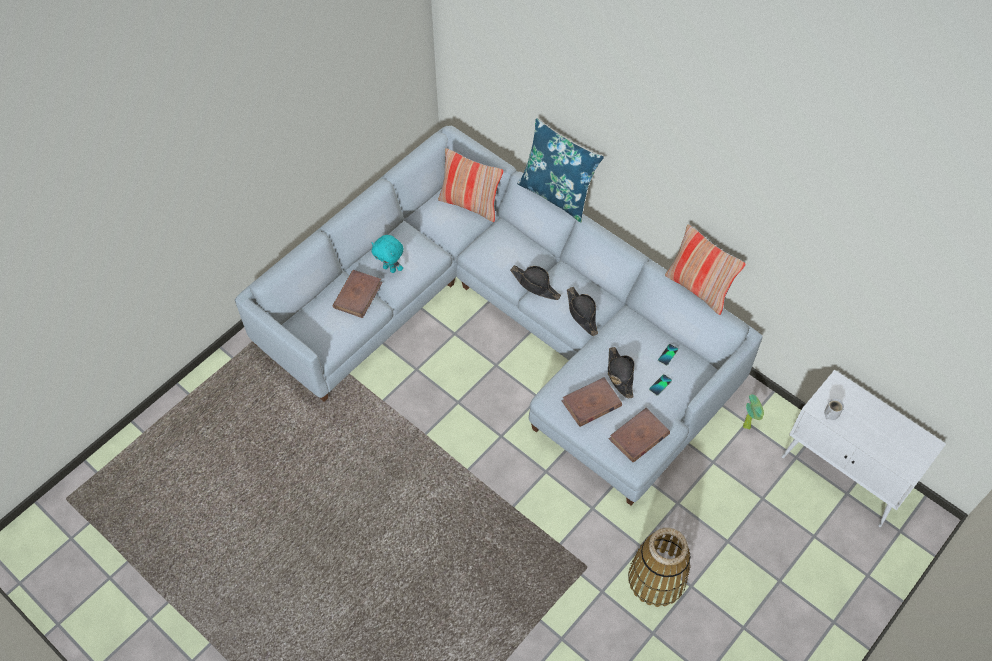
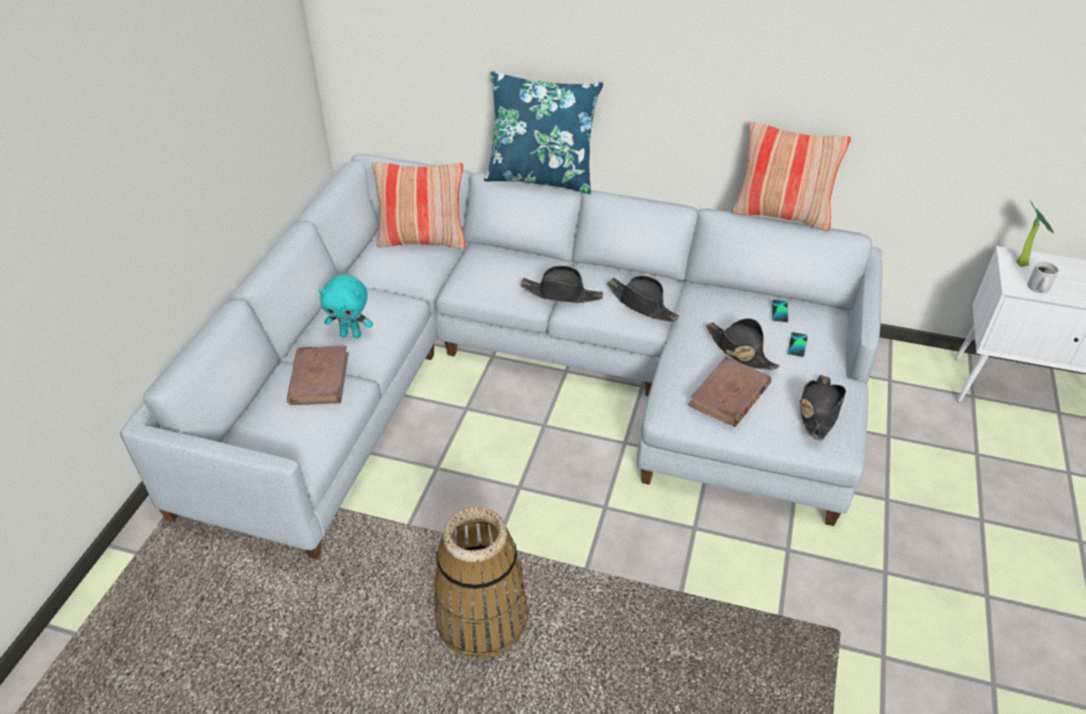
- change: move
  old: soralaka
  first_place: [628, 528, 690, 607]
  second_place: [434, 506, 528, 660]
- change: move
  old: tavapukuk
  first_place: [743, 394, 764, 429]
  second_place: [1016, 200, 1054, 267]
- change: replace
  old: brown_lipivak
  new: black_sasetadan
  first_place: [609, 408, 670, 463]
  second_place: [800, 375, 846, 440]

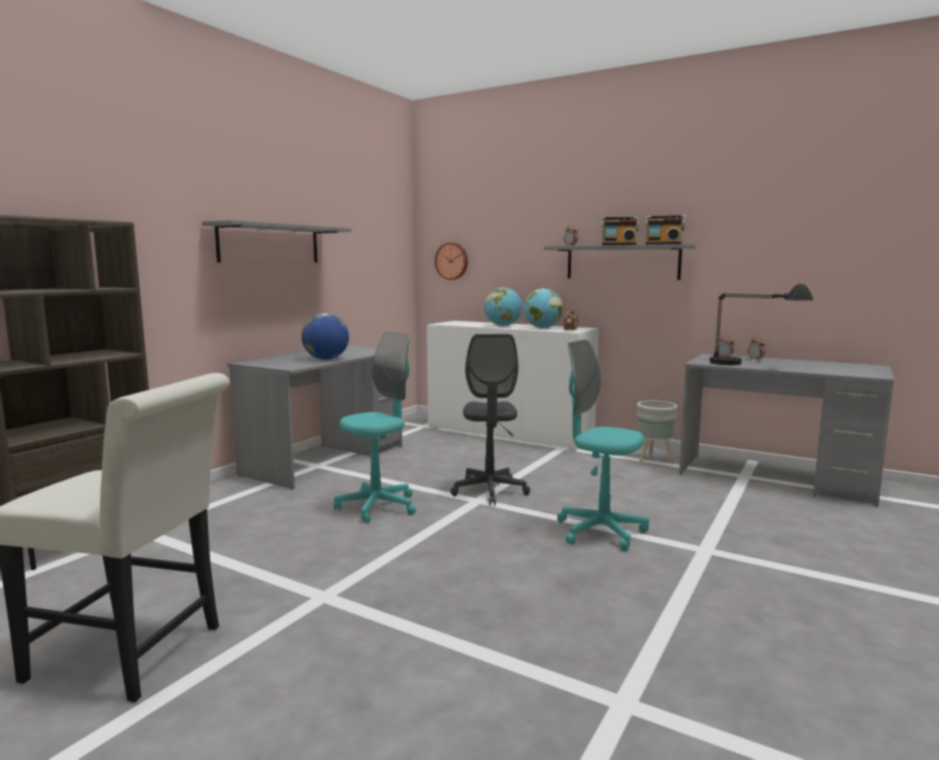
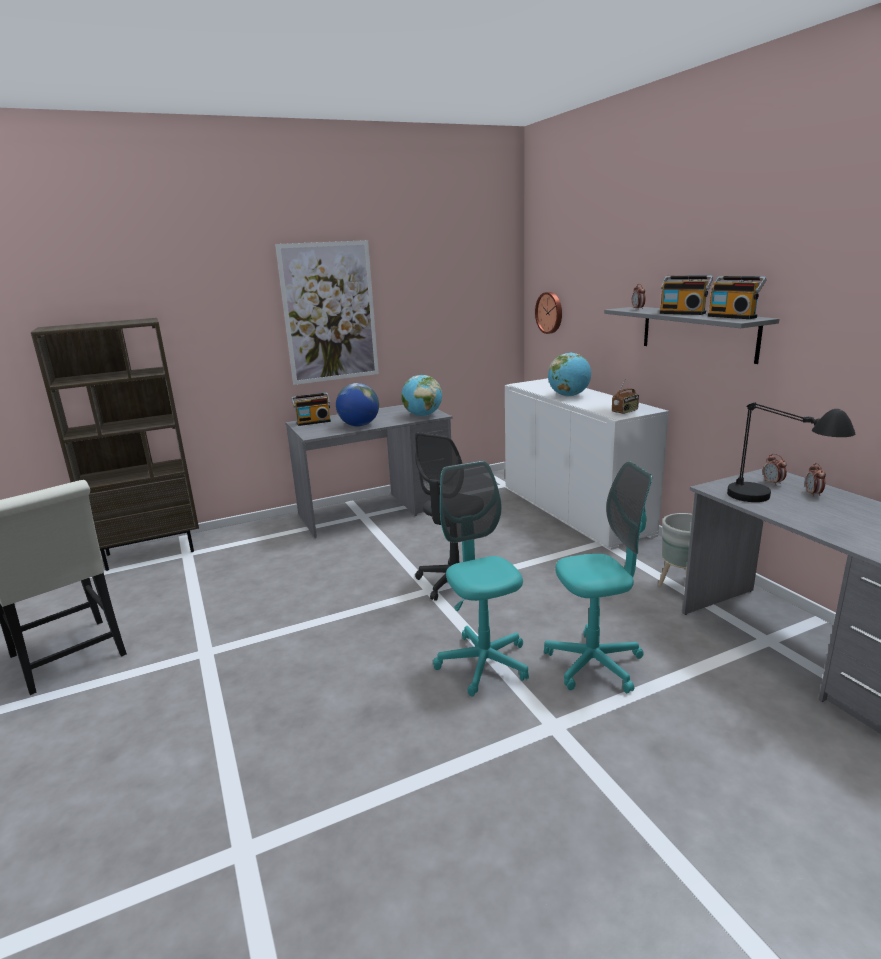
- change: insert
  new: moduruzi
  second_place: [292, 393, 331, 426]
- change: move
  old: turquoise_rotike
  first_place: [334, 332, 416, 523]
  second_place: [544, 462, 652, 693]
- change: move
  old: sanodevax
  first_place: [523, 289, 563, 329]
  second_place: [401, 375, 442, 416]
- change: replace
  old: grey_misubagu
  new: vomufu
  first_place: [202, 220, 352, 263]
  second_place: [275, 240, 379, 385]

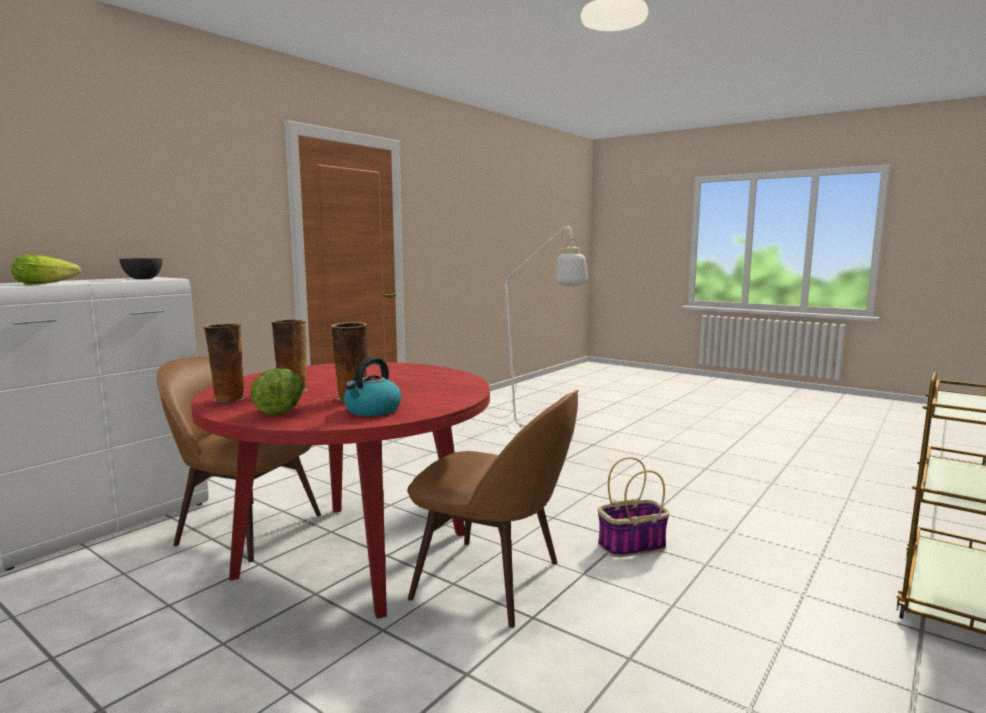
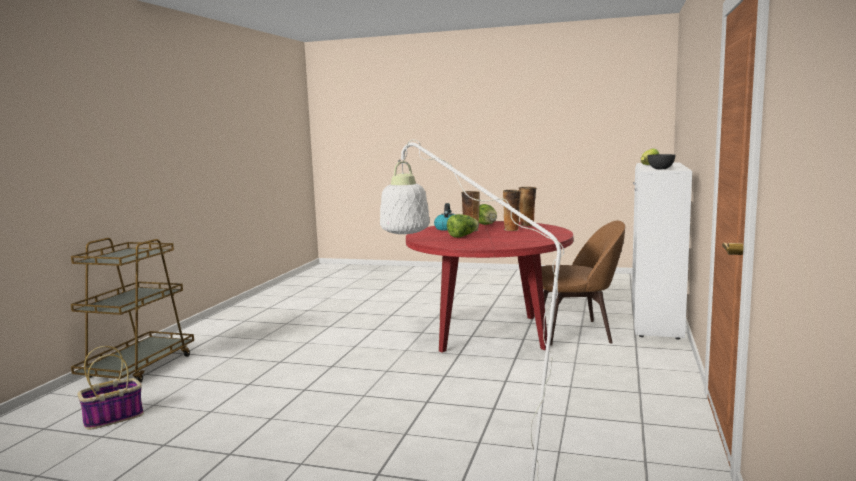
- change: delete
  old: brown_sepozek
  first_place: [407, 390, 579, 628]
- change: insert
  new: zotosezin
  second_place: [447, 214, 479, 238]
- change: move
  old: soralaka
  first_place: [598, 457, 670, 557]
  second_place: [77, 346, 144, 430]

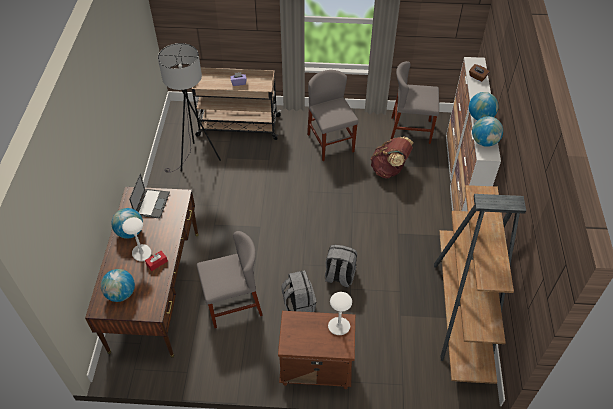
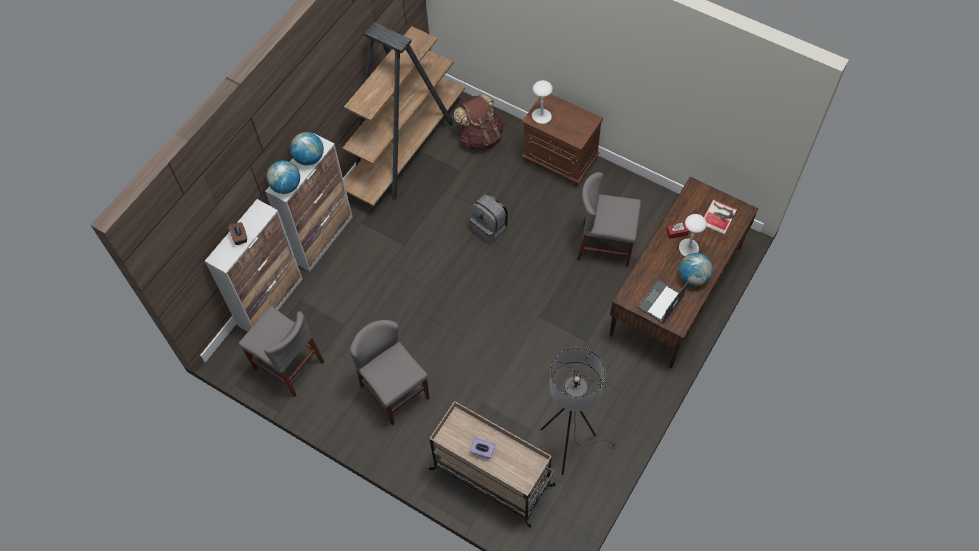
- change: delete
  old: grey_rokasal
  first_place: [281, 270, 316, 312]
- change: move
  old: brown_rokasal
  first_place: [370, 136, 414, 178]
  second_place: [454, 94, 504, 151]
- change: replace
  old: sanodevax
  new: lipivak
  first_place: [101, 269, 135, 302]
  second_place: [704, 200, 737, 234]
- change: rotate
  old: grey_sepozek
  first_place: [307, 70, 358, 161]
  second_place: [350, 320, 430, 426]
  degrees: 135

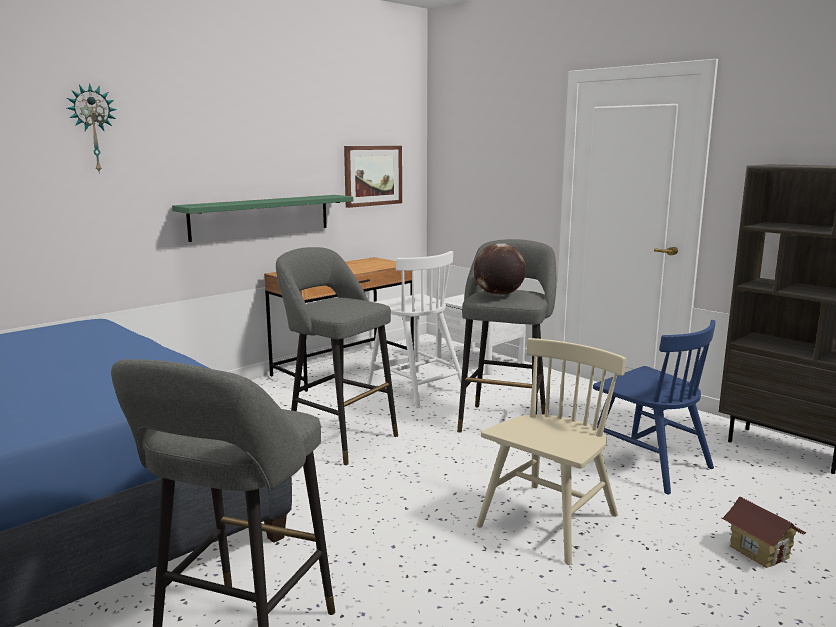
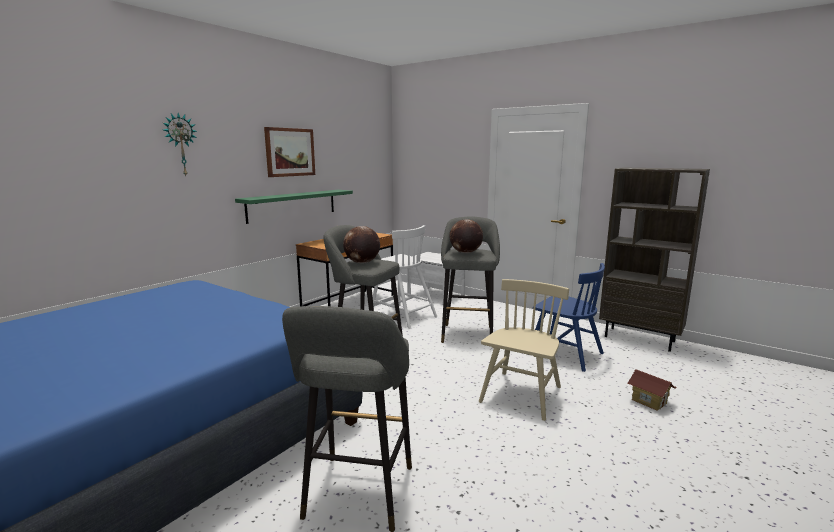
- change: insert
  new: sanodevax
  second_place: [343, 226, 380, 263]
- change: move
  old: vomufu
  first_place: [344, 146, 402, 208]
  second_place: [264, 127, 315, 177]

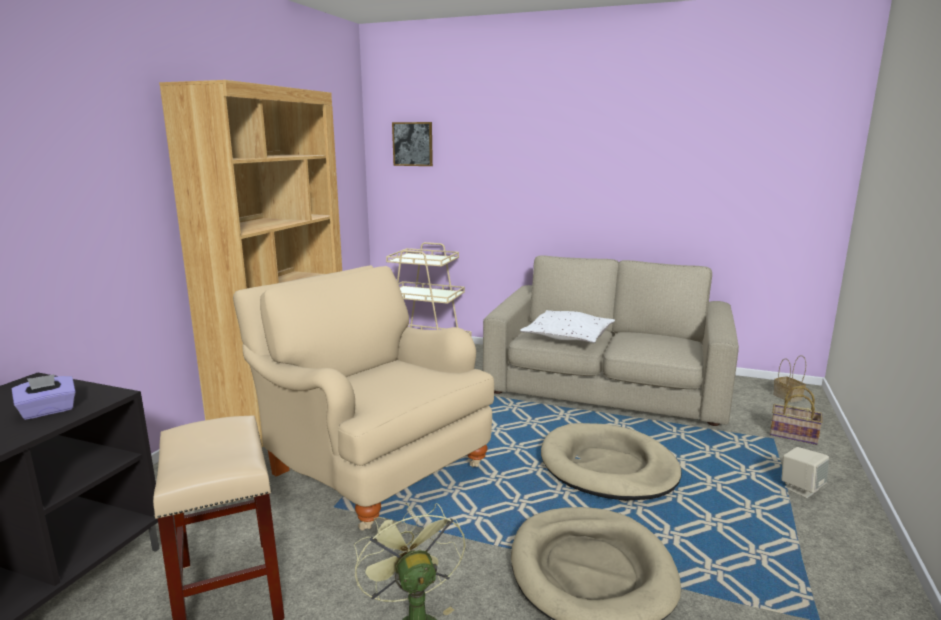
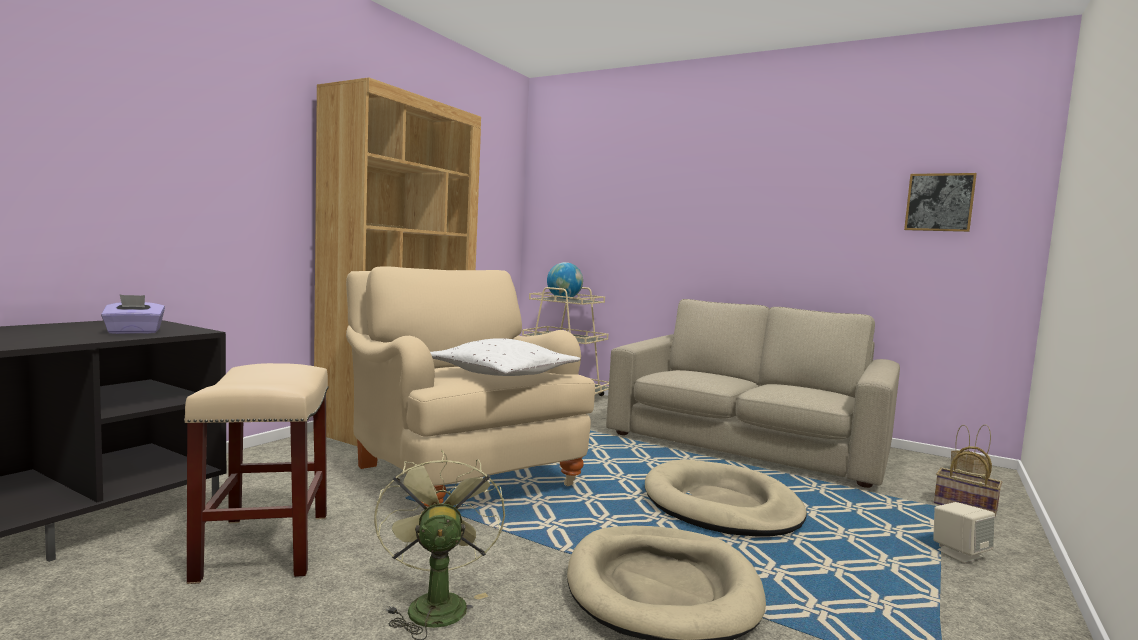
- change: insert
  new: sanodevax
  second_place: [547, 262, 583, 299]
- change: move
  old: vomufu
  first_place: [392, 122, 433, 166]
  second_place: [904, 173, 977, 232]
- change: move
  old: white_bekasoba
  first_place: [520, 310, 615, 343]
  second_place: [430, 338, 580, 376]

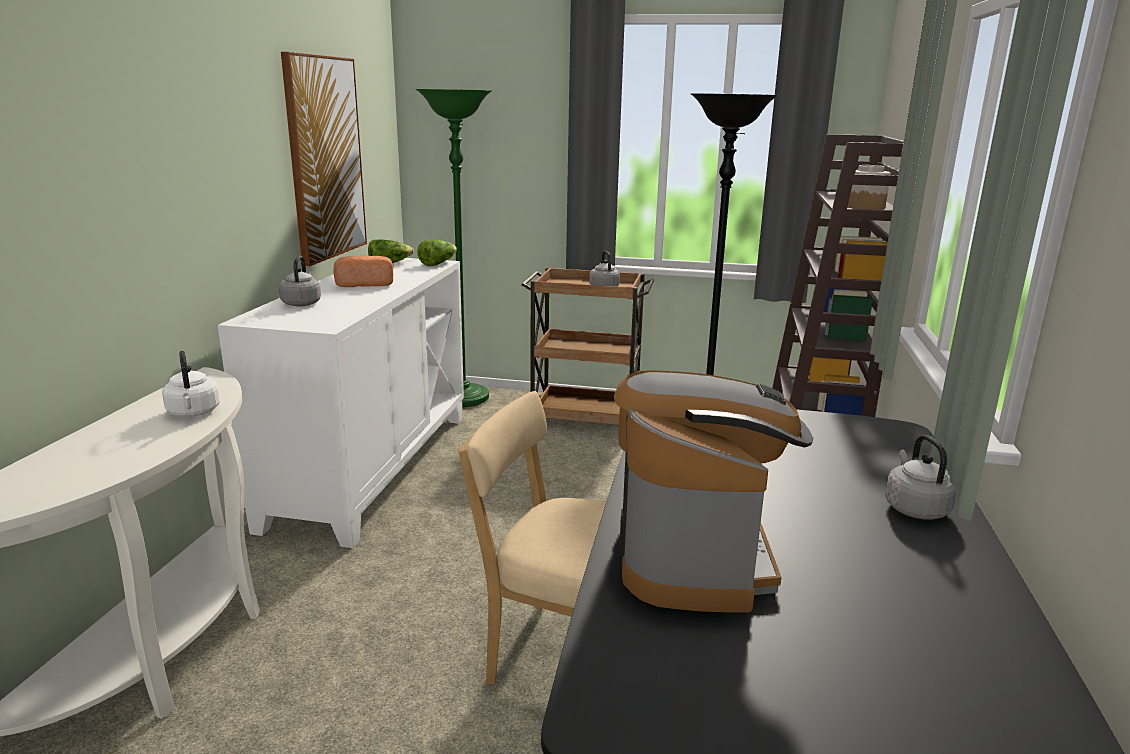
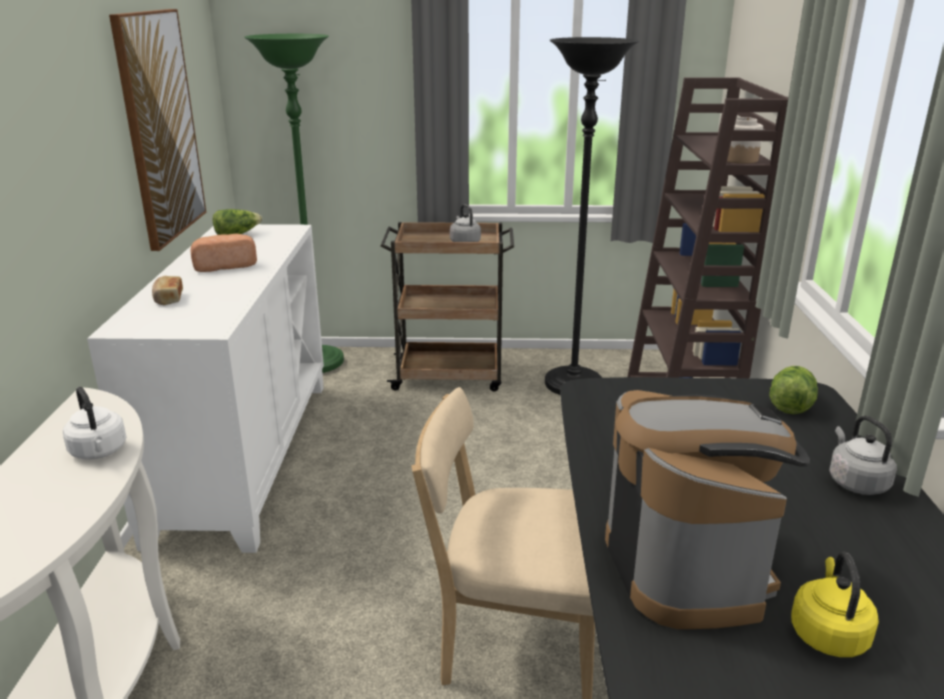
- change: insert
  new: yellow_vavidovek
  second_place: [791, 552, 879, 657]
- change: move
  old: zotosezin
  first_place: [417, 240, 457, 266]
  second_place: [769, 366, 818, 414]
- change: replace
  old: grey_vavidovek
  new: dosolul
  first_place: [279, 256, 321, 306]
  second_place: [152, 276, 183, 305]

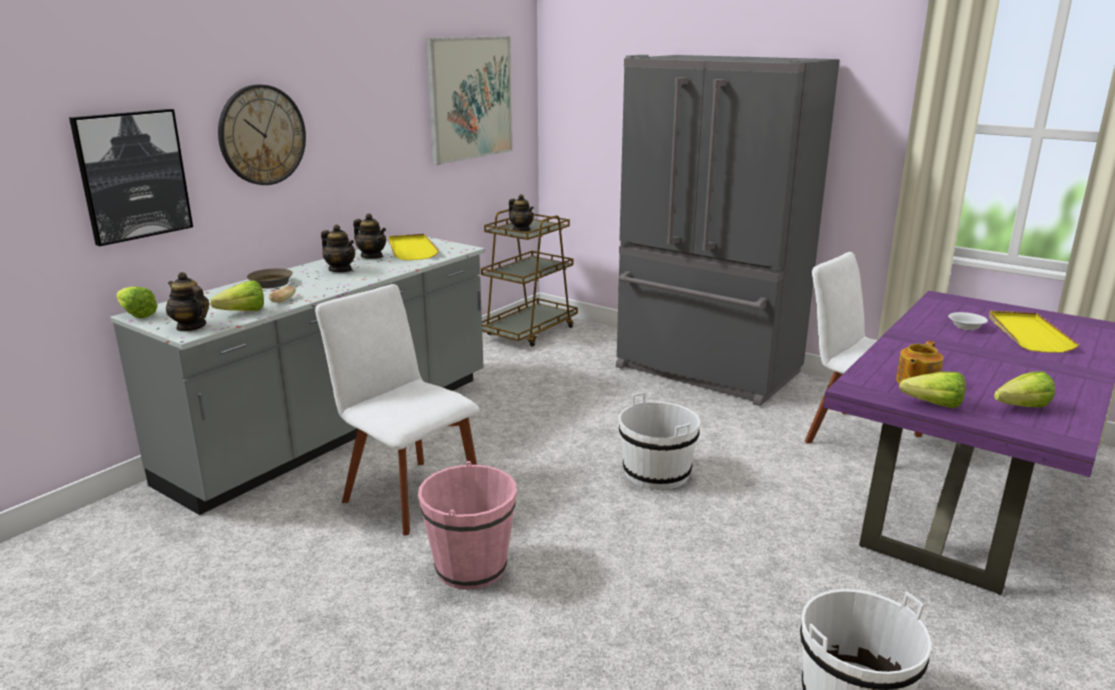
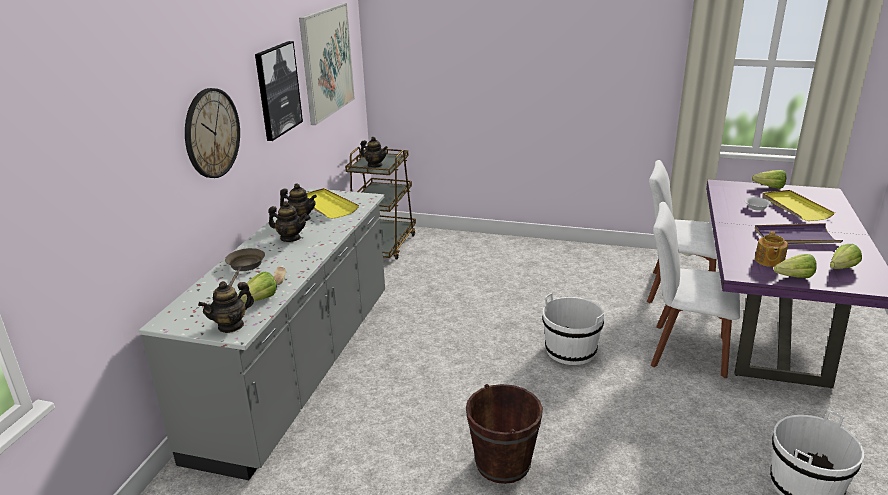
- change: delete
  old: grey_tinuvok
  first_place: [616, 55, 840, 406]
- change: insert
  new: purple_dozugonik
  second_place: [755, 223, 843, 244]
- change: move
  old: vomufu
  first_place: [69, 109, 193, 246]
  second_place: [255, 41, 303, 141]
- change: move
  old: zotosezin
  first_place: [116, 286, 158, 318]
  second_place: [752, 170, 786, 189]
- change: move
  old: white_sepozek
  first_place: [315, 284, 480, 536]
  second_place: [651, 202, 740, 378]
- change: recolor
  old: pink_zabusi
  new: brown_zabusi
  first_place: [418, 461, 517, 590]
  second_place: [466, 384, 543, 484]
- change: rotate
  old: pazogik
  first_place: [166, 272, 209, 332]
  second_place: [198, 281, 254, 333]
  degrees: -60

